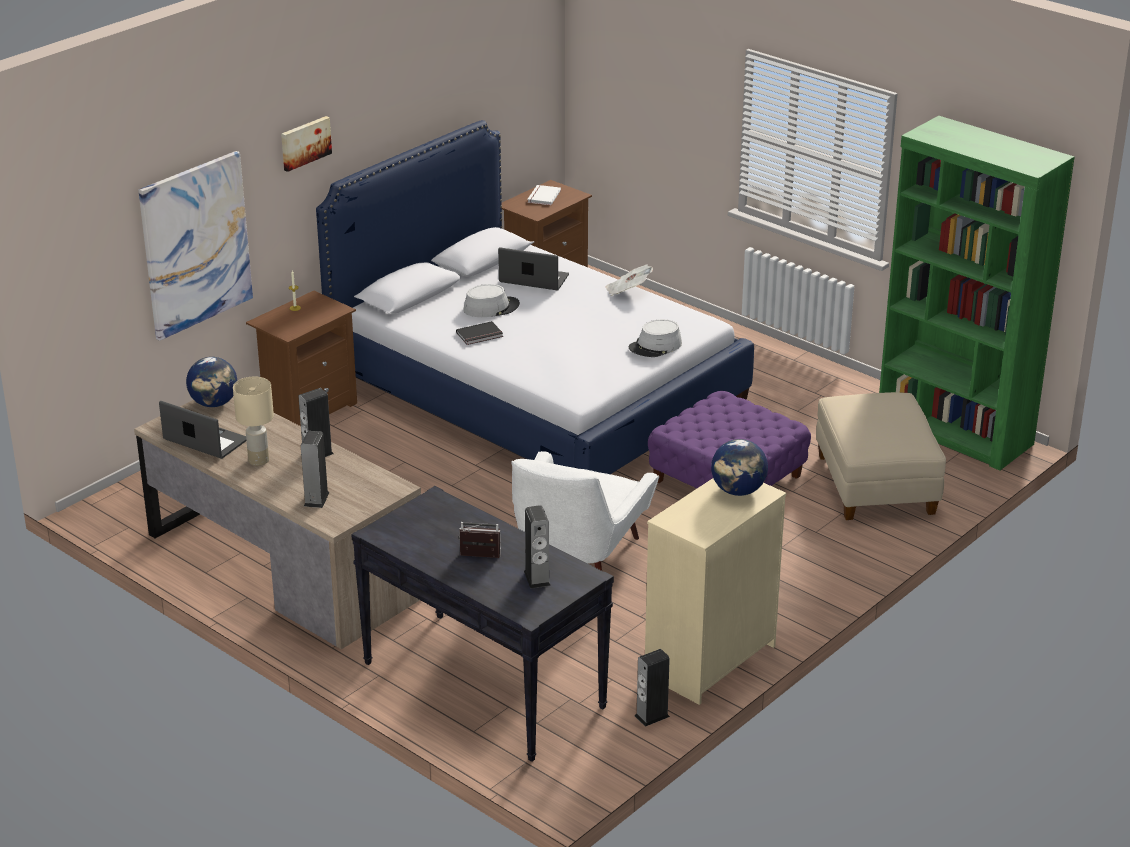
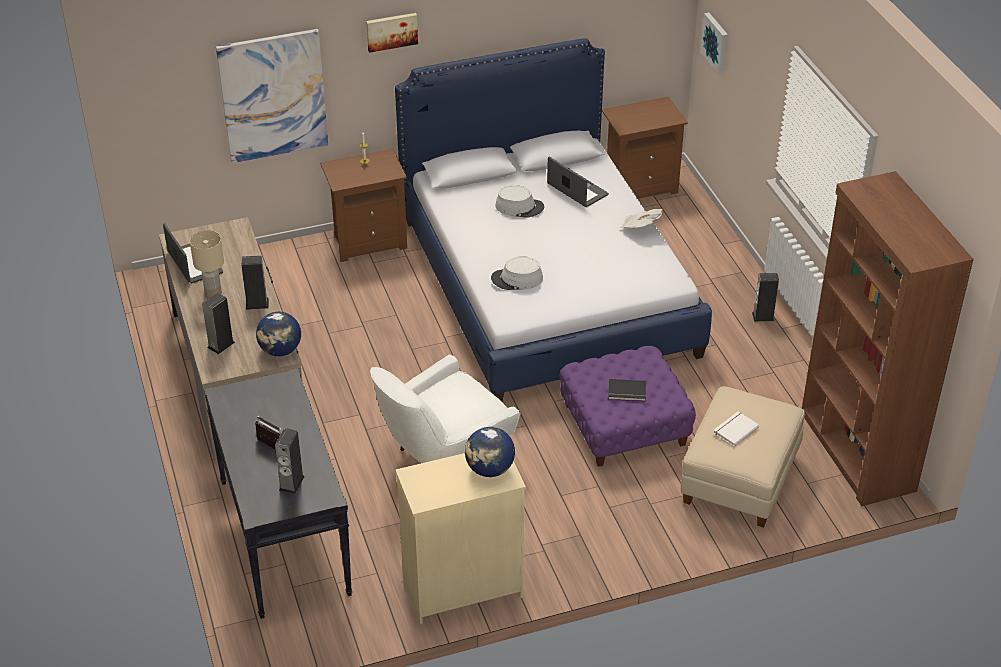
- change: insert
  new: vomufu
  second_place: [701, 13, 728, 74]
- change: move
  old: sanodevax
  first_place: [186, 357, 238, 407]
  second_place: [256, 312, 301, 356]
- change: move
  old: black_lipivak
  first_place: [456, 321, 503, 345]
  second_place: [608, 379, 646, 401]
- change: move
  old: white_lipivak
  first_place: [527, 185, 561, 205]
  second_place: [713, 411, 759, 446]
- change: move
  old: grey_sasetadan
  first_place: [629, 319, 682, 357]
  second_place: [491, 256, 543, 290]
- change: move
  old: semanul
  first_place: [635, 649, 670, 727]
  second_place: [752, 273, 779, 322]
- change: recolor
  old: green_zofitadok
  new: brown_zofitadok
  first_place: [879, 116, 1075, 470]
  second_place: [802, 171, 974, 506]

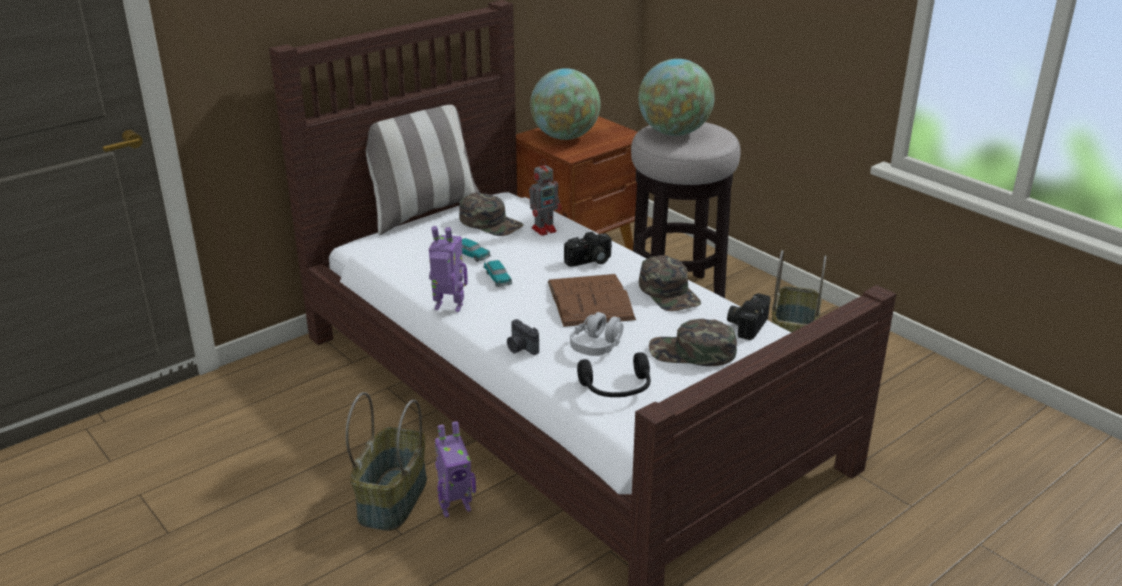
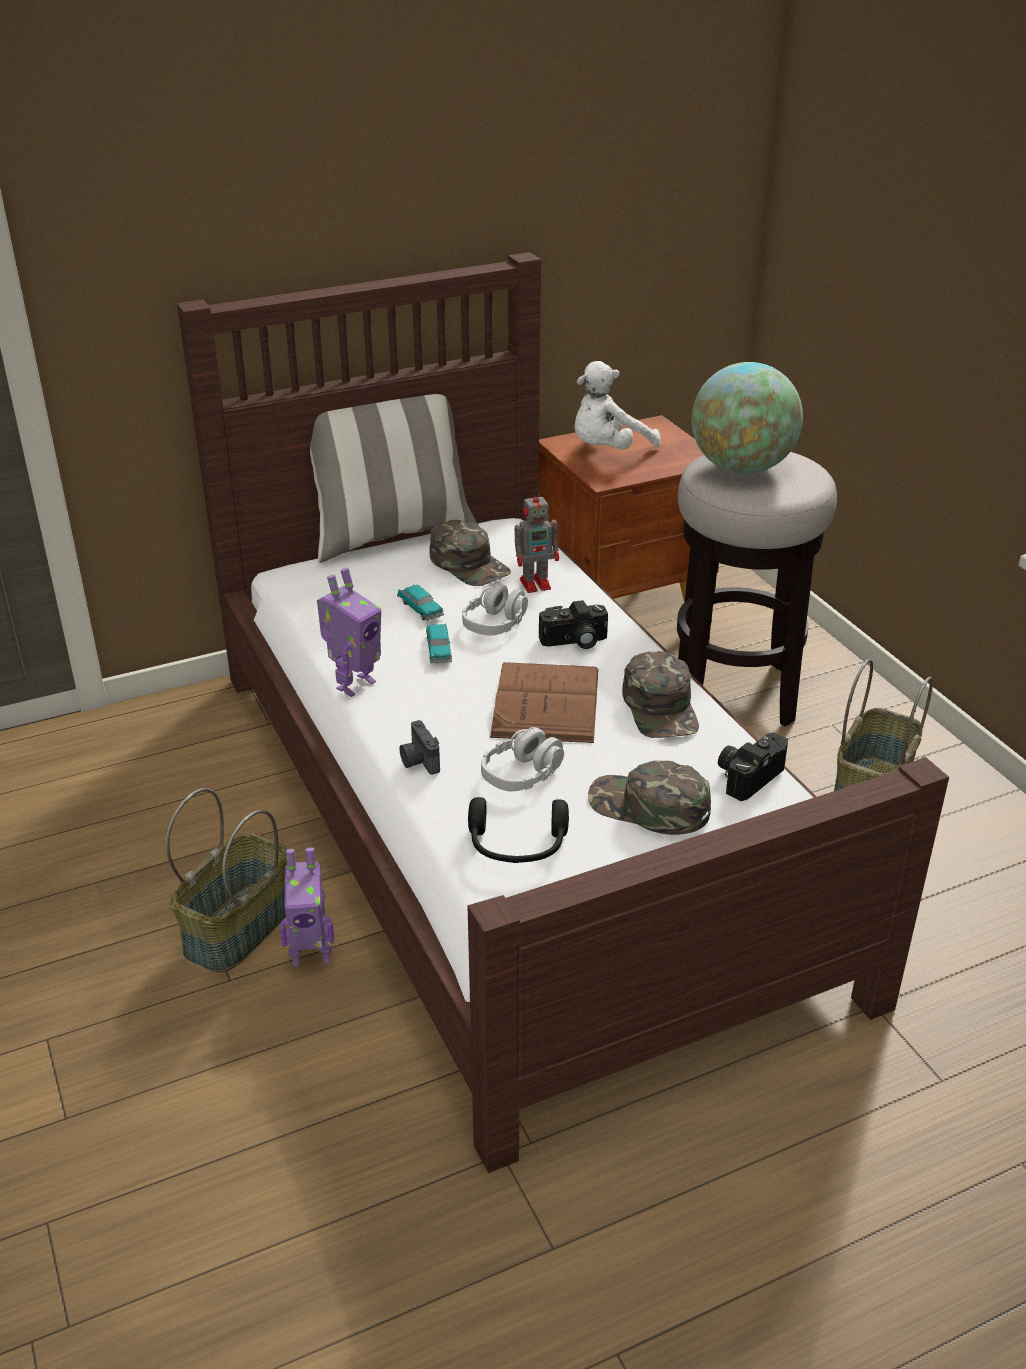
- change: insert
  new: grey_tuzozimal
  second_place: [462, 583, 528, 636]
- change: replace
  old: sanodevax
  new: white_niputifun
  first_place: [530, 68, 600, 140]
  second_place: [574, 361, 661, 450]
- change: rotate
  old: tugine
  first_place: [429, 226, 468, 312]
  second_place: [317, 568, 381, 697]
  degrees: 105

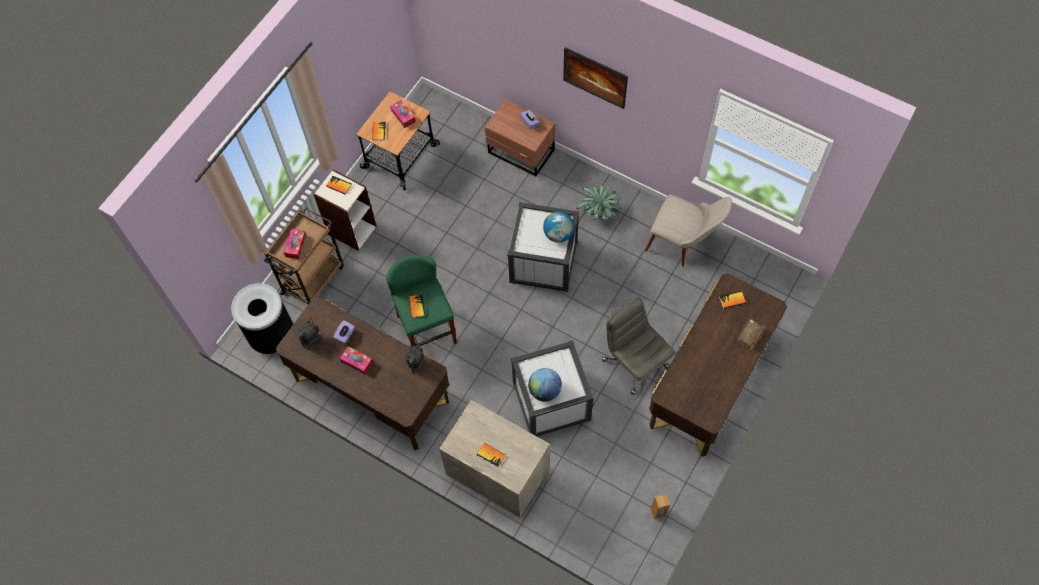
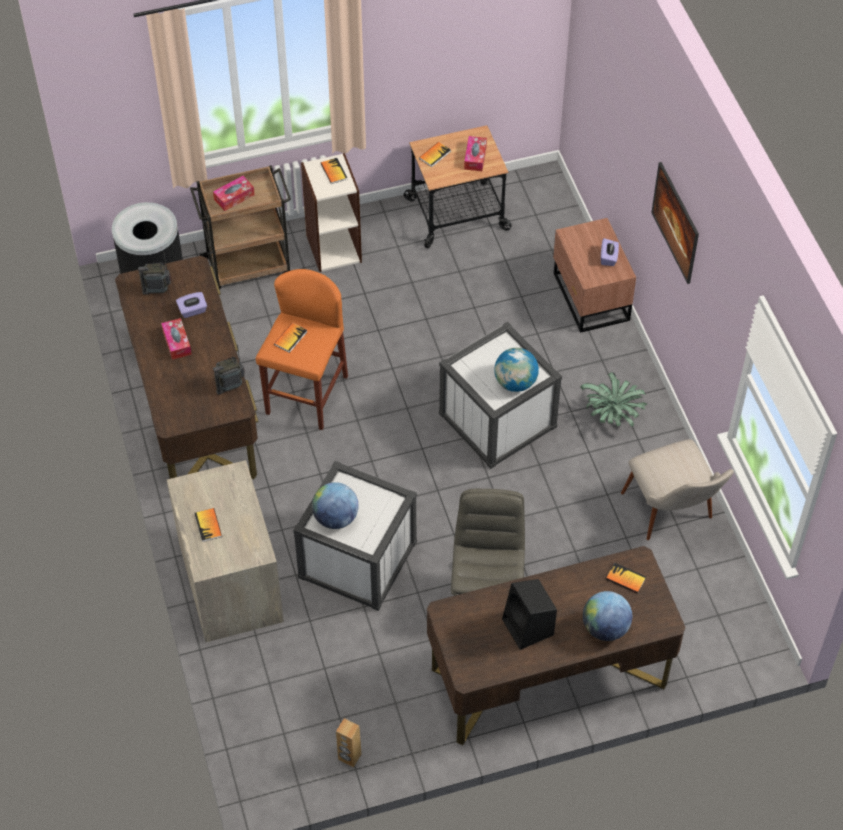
- change: insert
  new: black_semanul
  second_place: [502, 579, 557, 650]
- change: replace
  old: brown_lipivak
  new: sanodevax
  first_place: [736, 319, 765, 350]
  second_place: [583, 591, 632, 641]
- change: recolor
  old: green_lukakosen
  new: orange_lukakosen
  first_place: [386, 255, 457, 346]
  second_place: [256, 269, 348, 430]

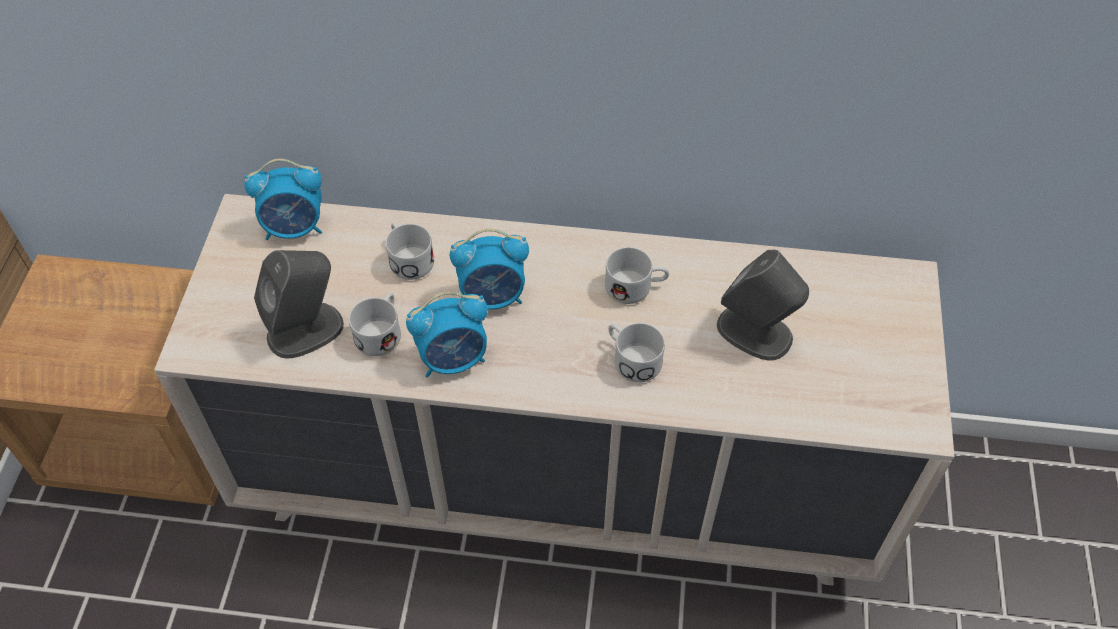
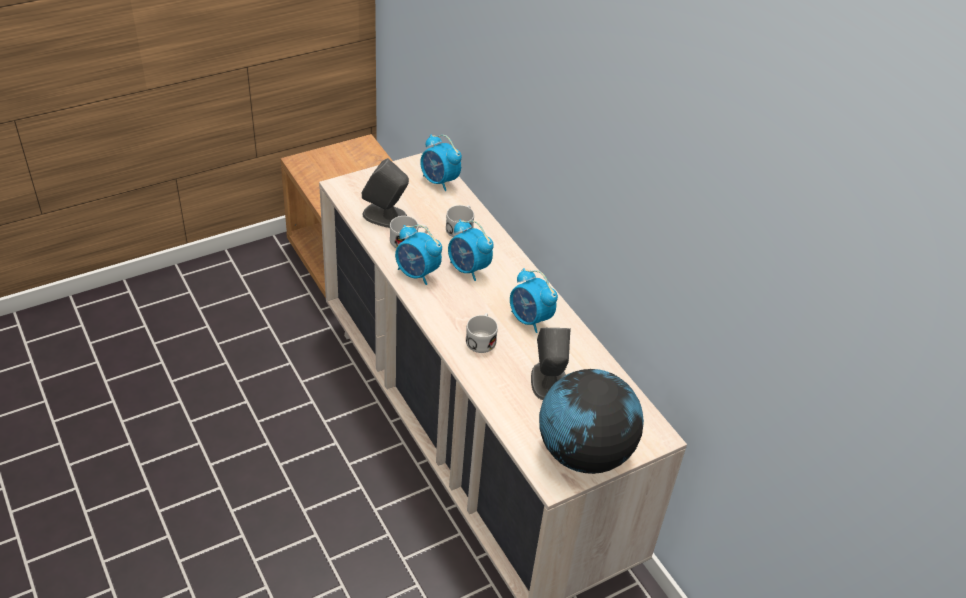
- change: insert
  new: sanodevax
  second_place: [539, 369, 644, 474]
- change: replace
  old: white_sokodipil
  new: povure
  first_place: [605, 247, 669, 304]
  second_place: [510, 268, 558, 333]

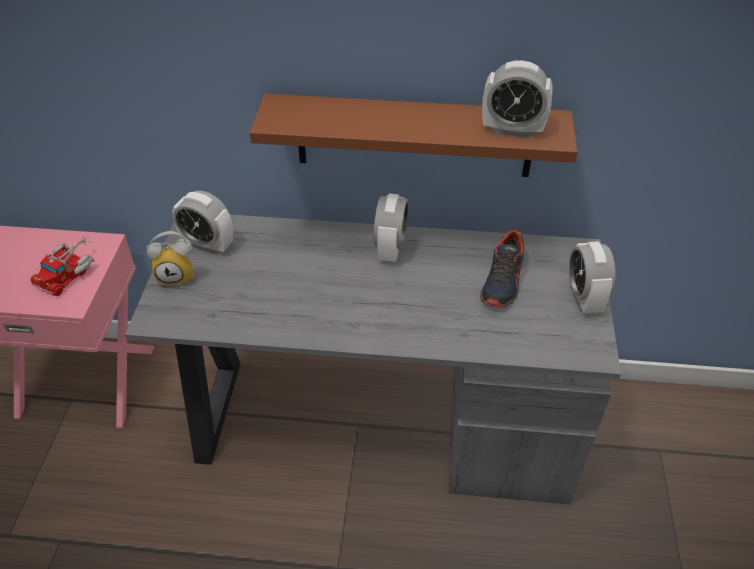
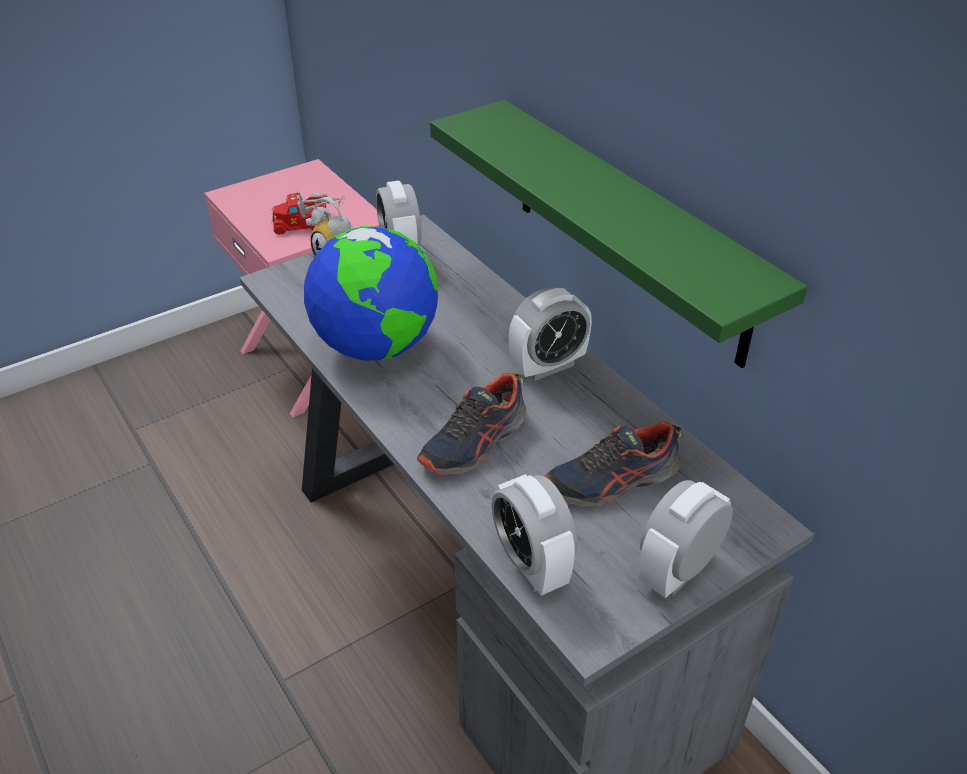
- change: insert
  new: sanodevax
  second_place: [304, 226, 438, 361]
- change: insert
  new: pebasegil
  second_place: [417, 373, 527, 475]
- change: move
  old: povure
  first_place: [482, 60, 553, 138]
  second_place: [492, 474, 577, 596]
- change: recolor
  old: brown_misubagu
  new: green_misubagu
  first_place: [250, 94, 578, 177]
  second_place: [430, 100, 807, 368]

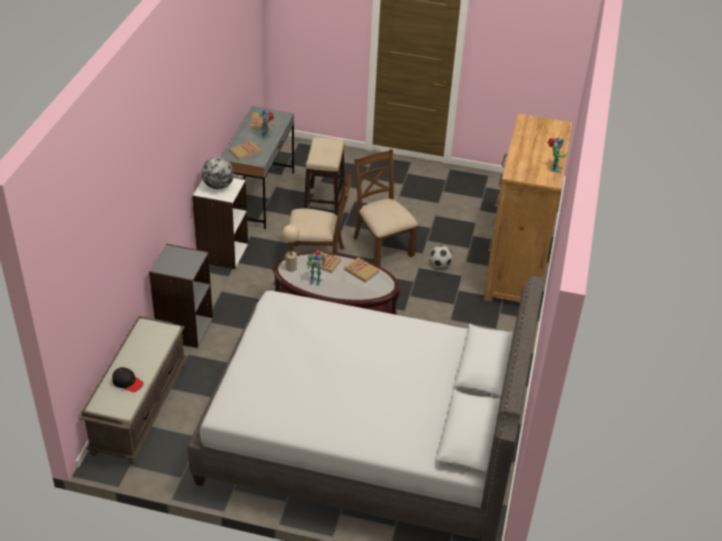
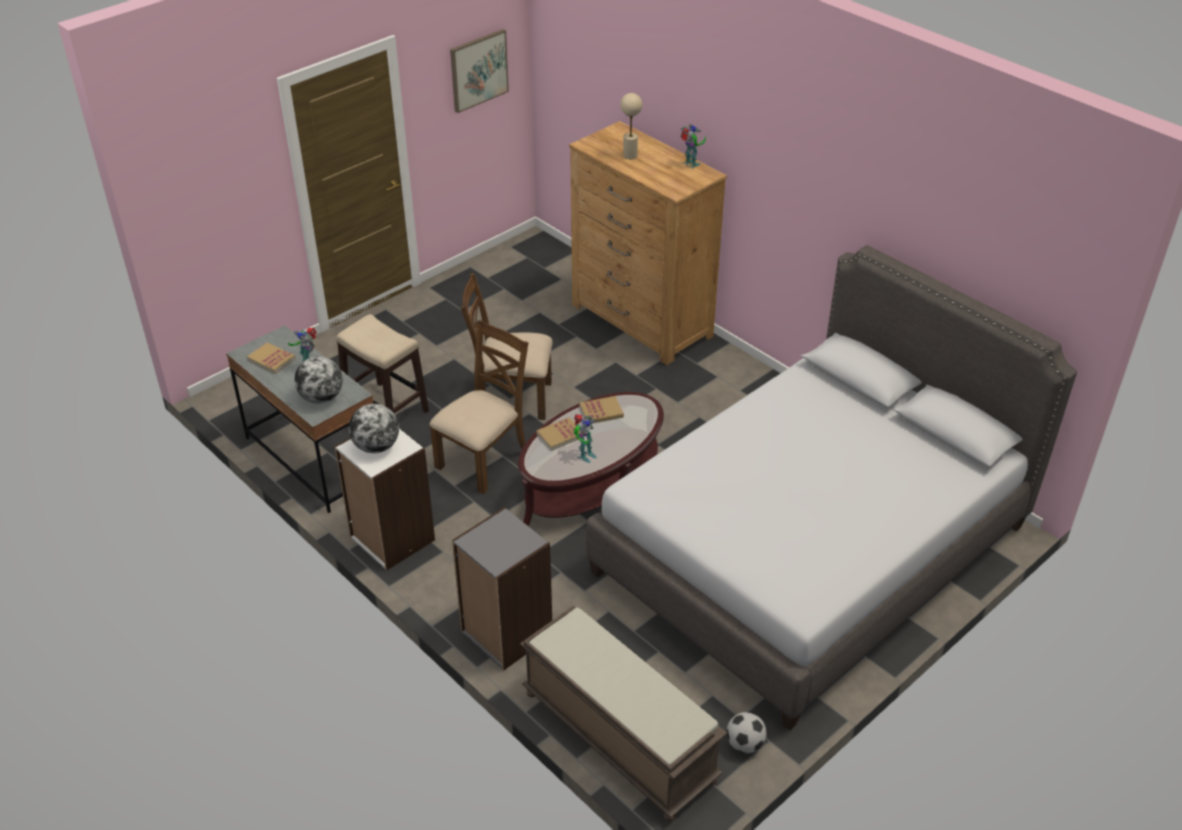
- change: delete
  old: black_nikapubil
  first_place: [112, 367, 144, 392]
- change: insert
  new: vomufu
  second_place: [450, 29, 509, 113]
- change: move
  old: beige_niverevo
  first_place: [282, 225, 300, 272]
  second_place: [620, 93, 642, 159]
- change: move
  old: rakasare
  first_place: [430, 245, 453, 268]
  second_place: [726, 712, 767, 753]
- change: replace
  old: lipivak
  new: sanodevax
  first_place: [229, 141, 261, 161]
  second_place: [294, 356, 343, 404]

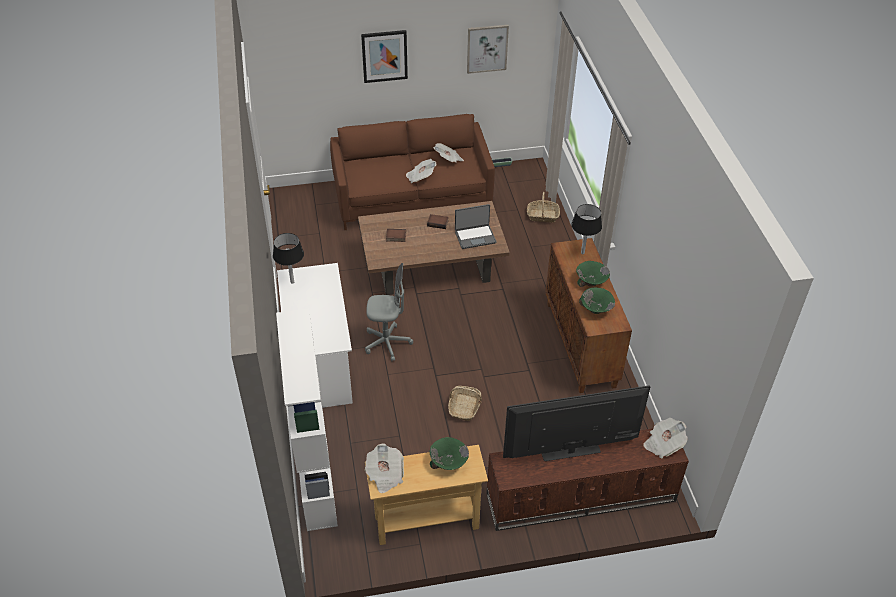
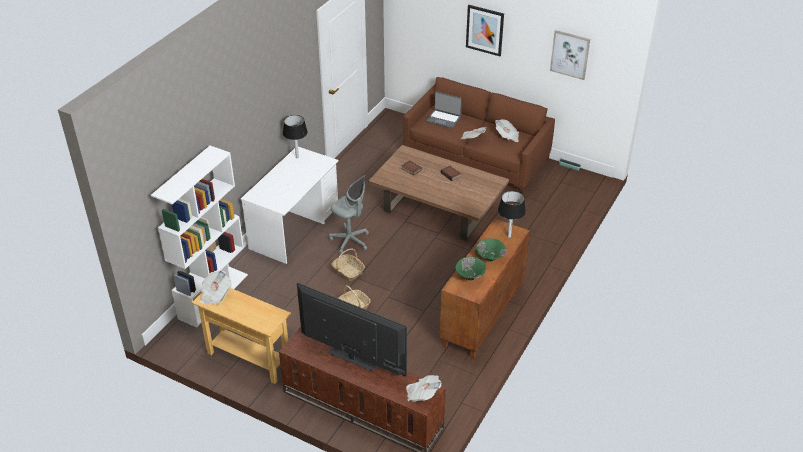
- change: delete
  old: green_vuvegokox
  first_place: [430, 437, 469, 470]
- change: move
  old: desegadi
  first_place: [455, 204, 497, 249]
  second_place: [426, 91, 462, 129]
- change: move
  old: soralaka
  first_place: [527, 192, 560, 223]
  second_place: [332, 249, 365, 281]

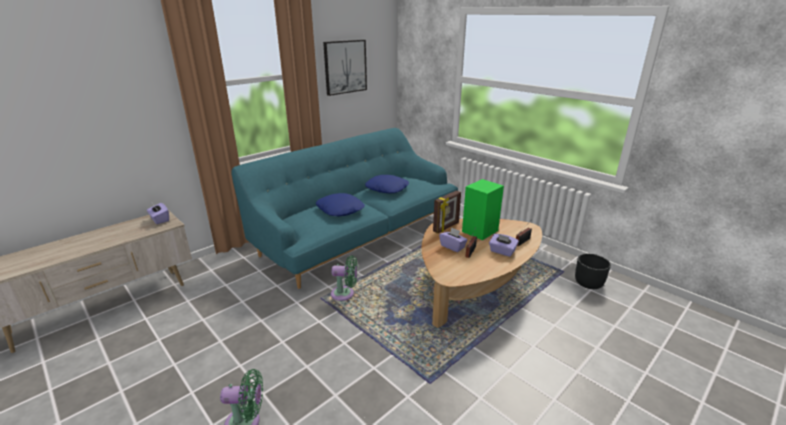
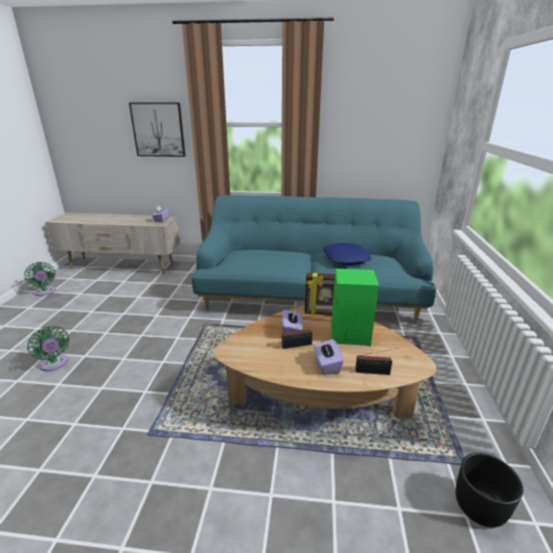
- change: delete
  old: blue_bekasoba
  first_place: [316, 193, 365, 216]
- change: move
  old: vomufu
  first_place: [323, 40, 367, 96]
  second_place: [129, 102, 185, 157]
- change: move
  old: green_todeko
  first_place: [331, 255, 358, 301]
  second_place: [24, 262, 56, 296]

